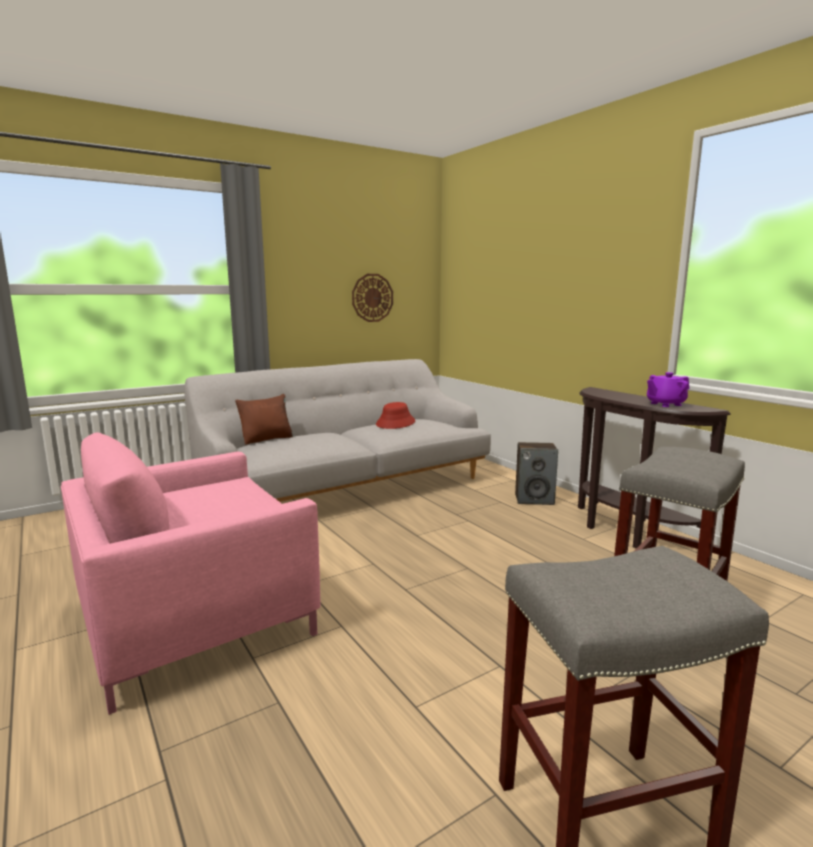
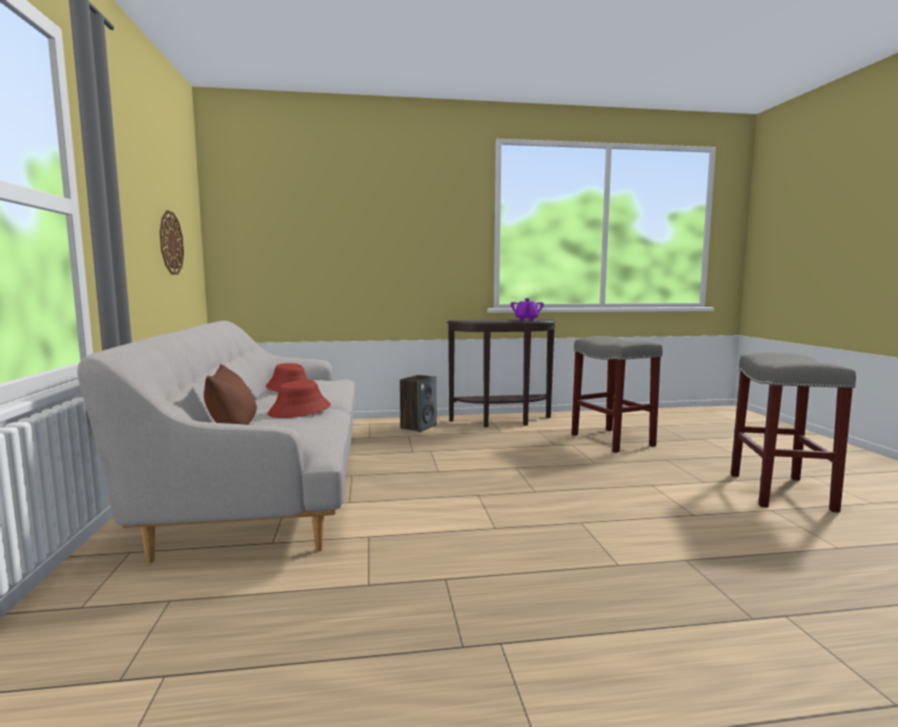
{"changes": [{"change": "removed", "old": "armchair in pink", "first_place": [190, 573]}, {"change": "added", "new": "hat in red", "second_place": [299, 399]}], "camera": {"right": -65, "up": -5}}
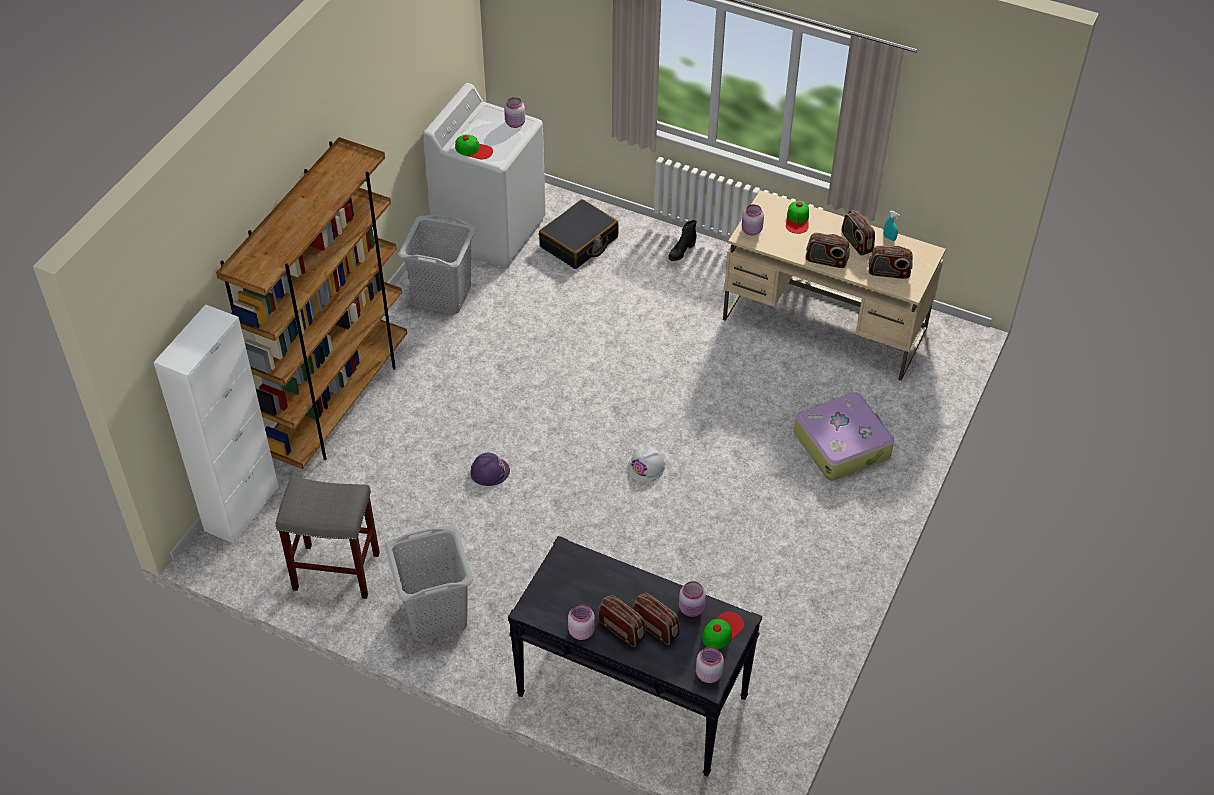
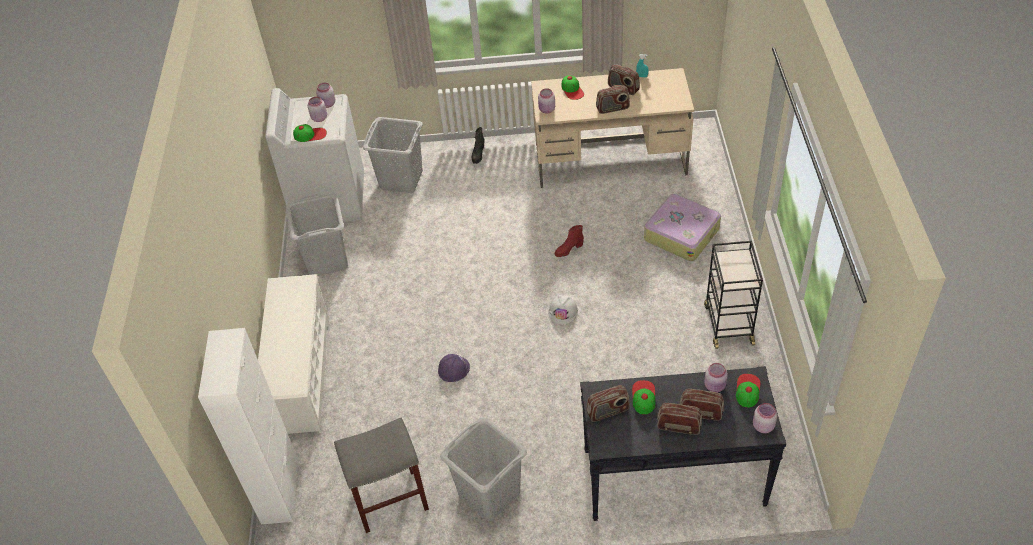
{"changes": [{"change": "replaced", "old": "bookcase in brown", "new": "shoe rack in white", "first_place": [311, 303], "second_place": [293, 354]}, {"change": "replaced", "old": "suitcase in black", "new": "laundry basket in grey", "first_place": [579, 234], "second_place": [393, 155]}, {"change": "moved", "old": "radio", "first_place": [890, 262], "second_place": [608, 403]}, {"change": "moved", "old": "jar in pink", "first_place": [581, 622], "second_place": [317, 109]}, {"change": "added", "new": "boot in red", "second_place": [569, 241]}, {"change": "added", "new": "cart in black", "second_place": [733, 295]}, {"change": "added", "new": "cap", "second_place": [644, 397]}], "camera": {"right": -25, "up": 0}}
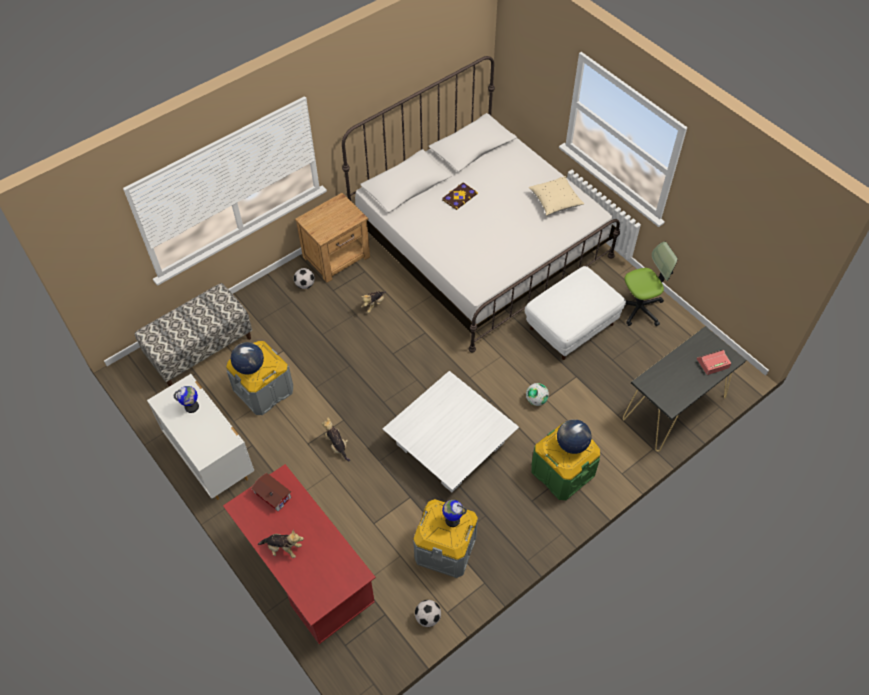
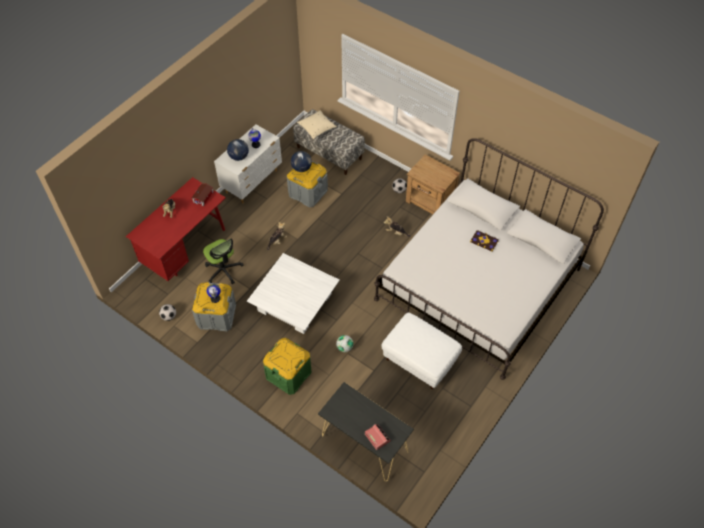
{"changes": [{"change": "moved", "old": "pillow in beige", "first_place": [556, 196], "second_place": [317, 124]}, {"change": "moved", "old": "office chair", "first_place": [651, 284], "second_place": [223, 261]}, {"change": "moved", "old": "globe", "first_place": [574, 436], "second_place": [238, 150]}], "camera": {"right": 75, "up": 0}}
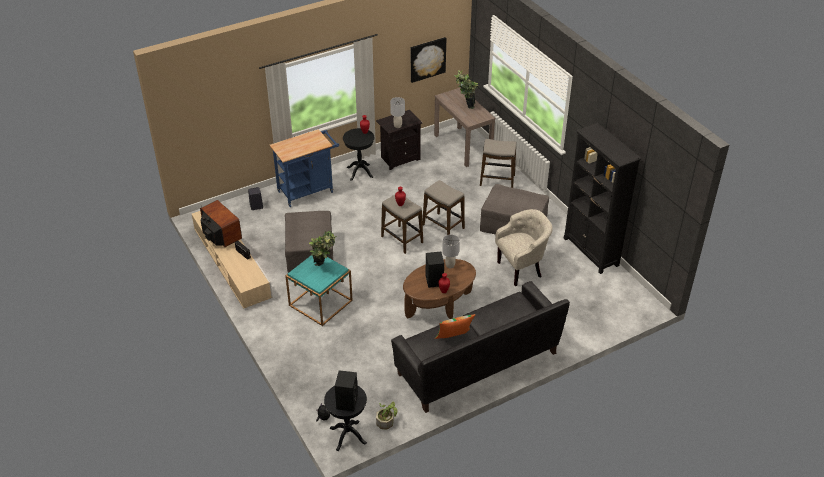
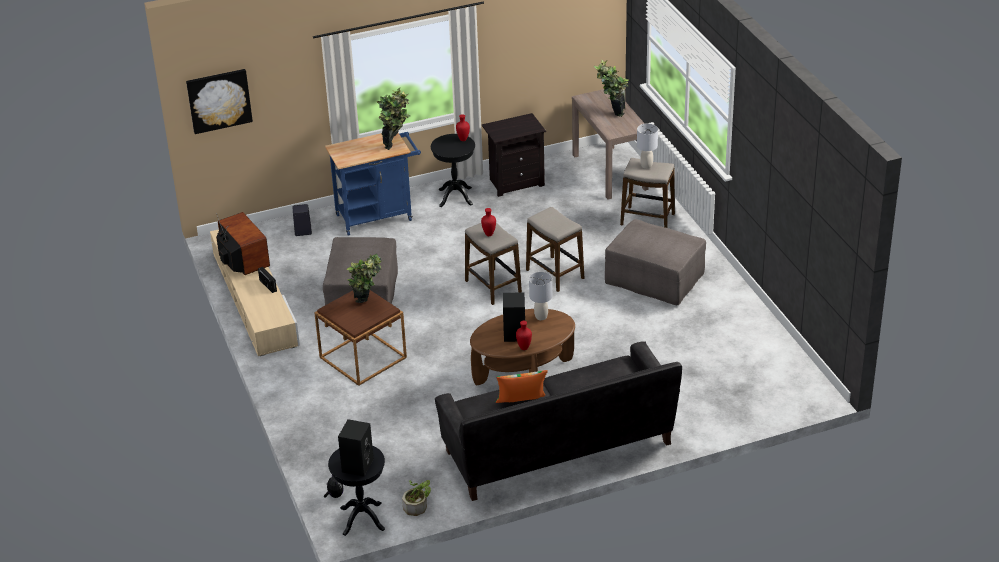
{"changes": [{"change": "moved", "old": "picture", "first_place": [428, 60], "second_place": [219, 101]}, {"change": "moved", "old": "table lamp in grey", "first_place": [397, 112], "second_place": [647, 146]}, {"change": "removed", "old": "bookcase in black", "first_place": [602, 198]}, {"change": "removed", "old": "armchair in beige", "first_place": [524, 247]}, {"change": "recoloured", "old": "side table in turquoise", "new": "side table in brown", "first_place": [319, 290], "second_place": [360, 338]}, {"change": "added", "new": "potted plant", "second_place": [393, 119]}], "camera": {"right": 10, "up": -5}}
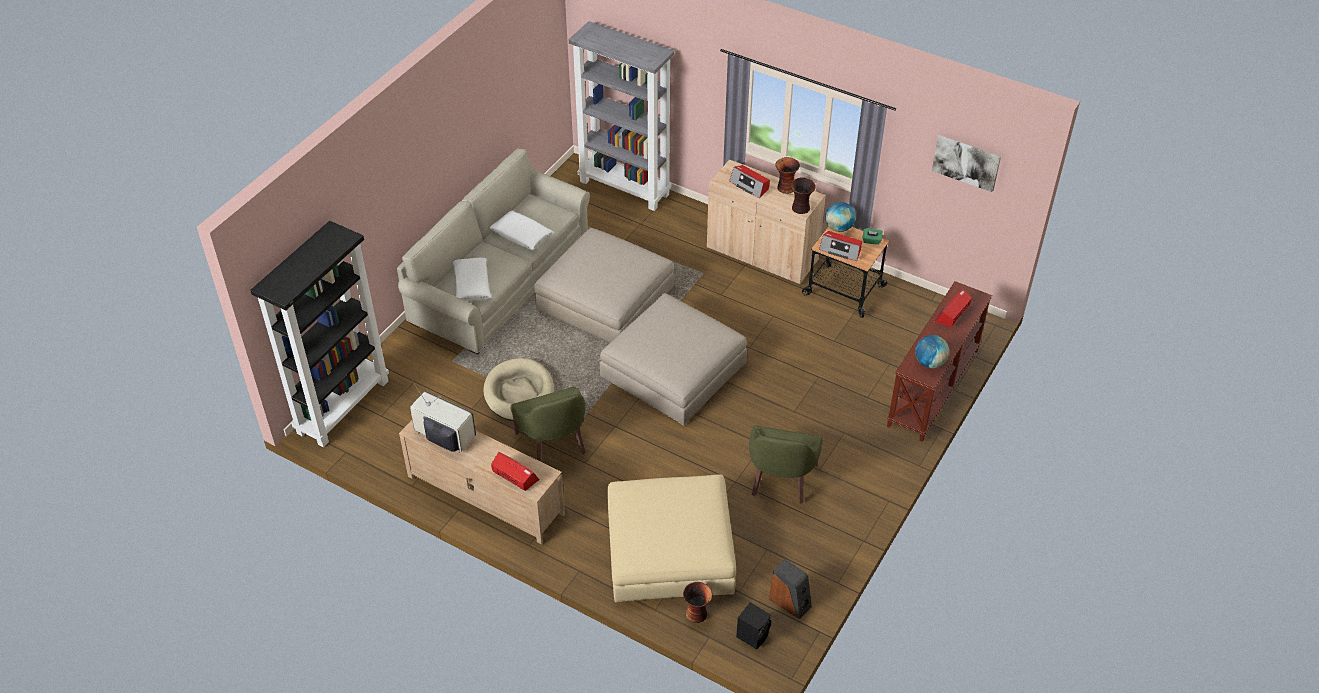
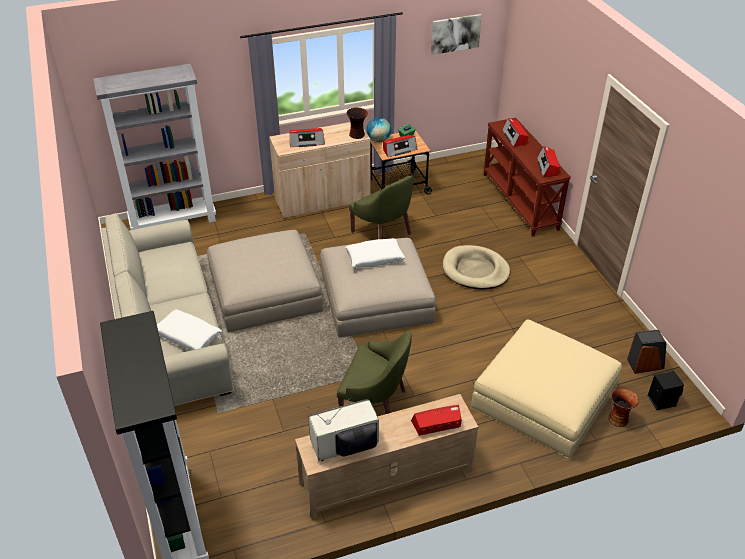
{"changes": [{"change": "removed", "old": "vase", "first_place": [787, 175]}, {"change": "moved", "old": "pillow in white", "first_place": [522, 230], "second_place": [375, 253]}, {"change": "replaced", "old": "globe", "new": "radio", "first_place": [932, 351], "second_place": [548, 161]}, {"change": "moved", "old": "dog bed in beige", "first_place": [518, 389], "second_place": [476, 267]}, {"change": "moved", "old": "armchair in green", "first_place": [785, 464], "second_place": [381, 207]}], "camera": {"right": -50, "up": -5}}
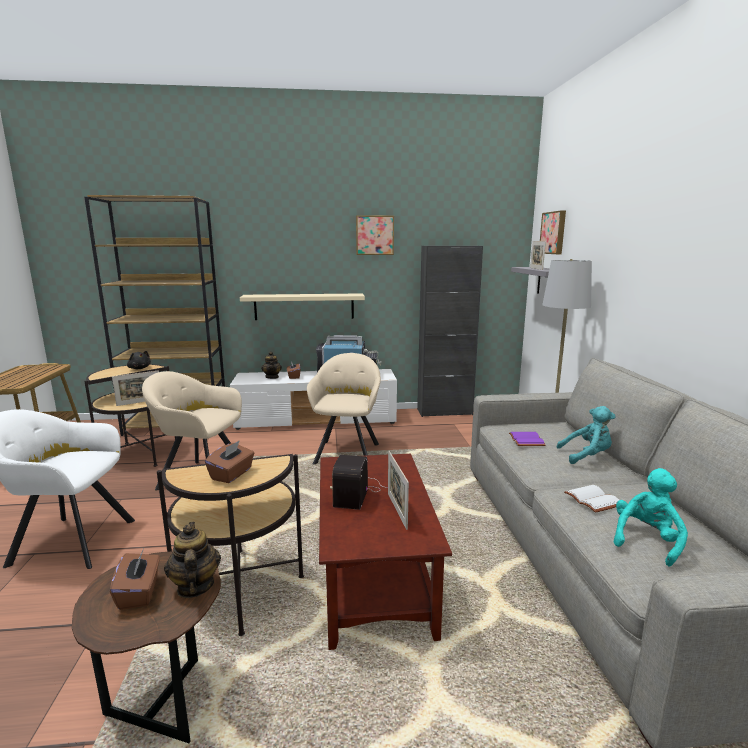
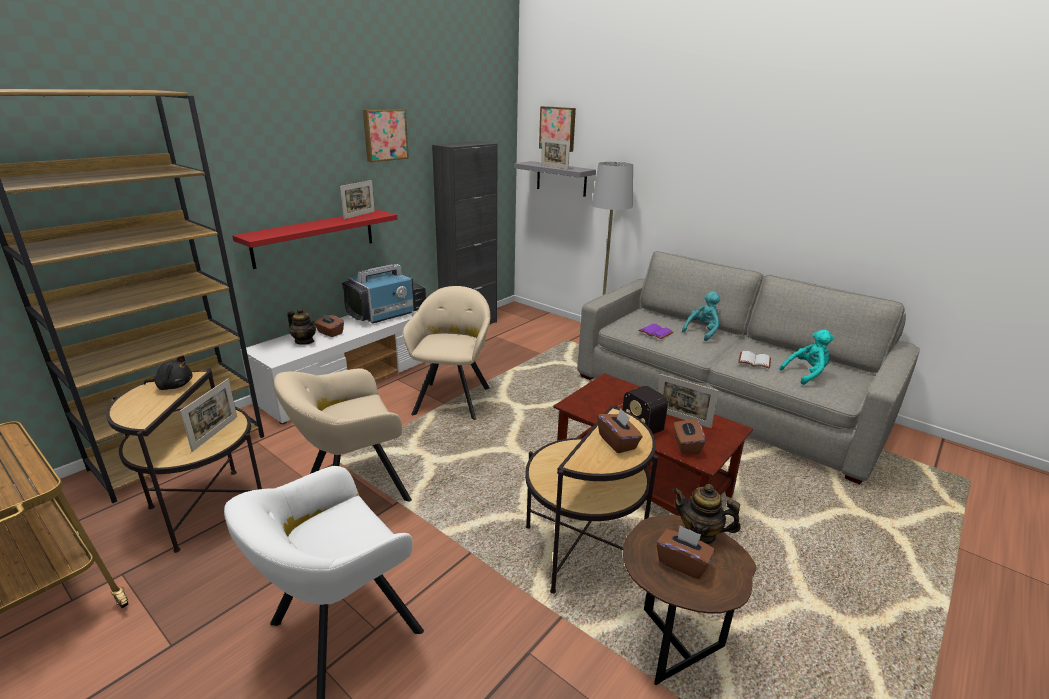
{"changes": [{"change": "recoloured", "old": "shelf in beige", "new": "shelf in red", "first_place": [302, 306], "second_place": [314, 239]}, {"change": "turned", "old": "armchair in beige", "first_place": [344, 409], "second_place": [446, 353], "degrees": 45}, {"change": "turned", "old": "plush toy in turquoise", "first_place": [651, 517], "second_place": [806, 357], "degrees": 75}, {"change": "added", "new": "picture frame", "second_place": [357, 199]}, {"change": "added", "new": "tissue box in brown", "second_place": [689, 436]}], "camera": {"right": -45, "up": 10}}
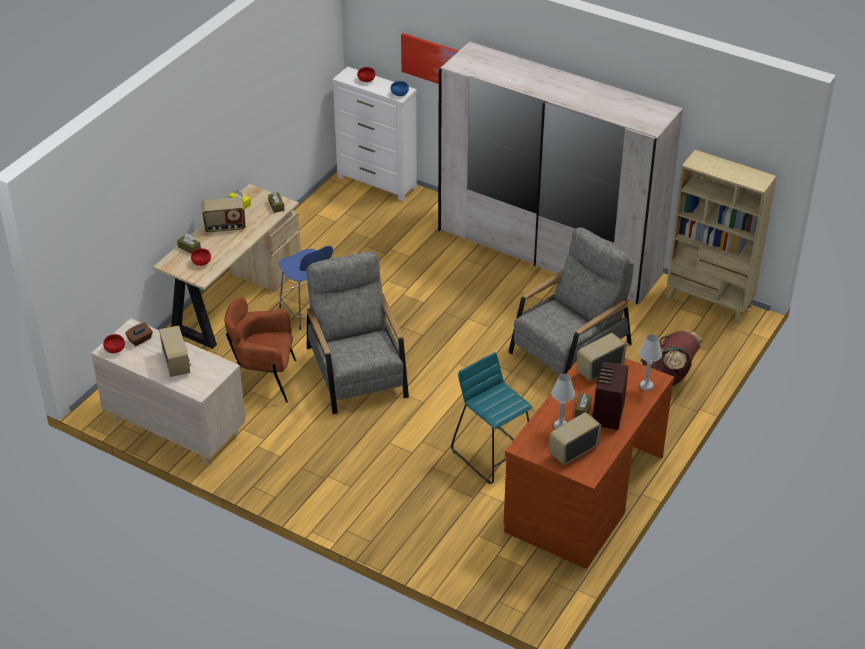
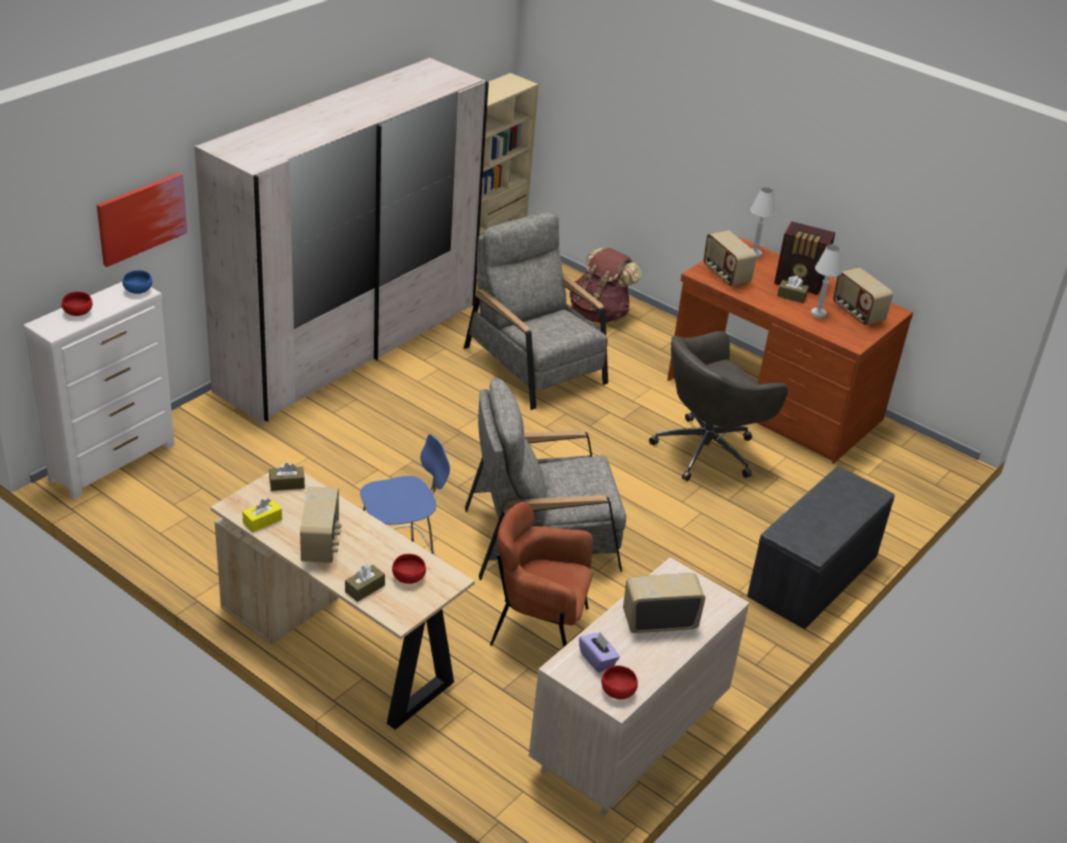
{"changes": [{"change": "turned", "old": "armchair in brown", "first_place": [260, 350], "second_place": [541, 575], "degrees": 90}, {"change": "recoloured", "old": "tissue box in brown", "new": "tissue box in purple", "first_place": [139, 334], "second_place": [599, 652]}, {"change": "replaced", "old": "stool in turquoise", "new": "office chair in grey", "first_place": [492, 418], "second_place": [718, 406]}, {"change": "added", "new": "bench in grey", "second_place": [821, 547]}], "camera": {"right": -85, "up": -5}}
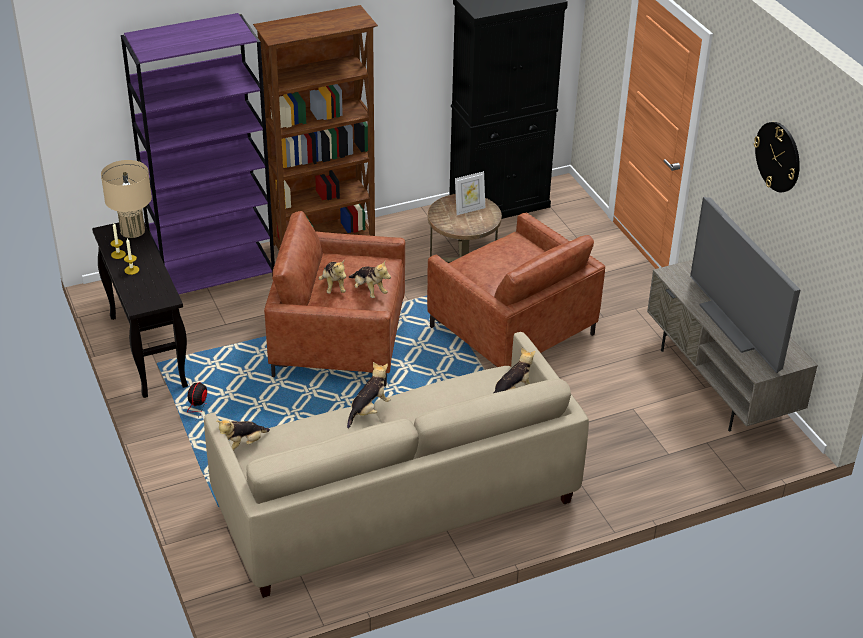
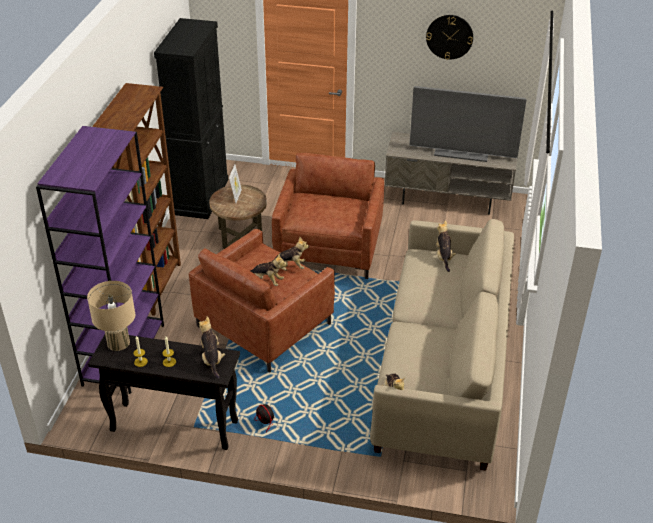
{"changes": [{"change": "turned", "old": "armchair in brown", "first_place": [516, 290], "second_place": [328, 216], "degrees": -75}, {"change": "moved", "old": "plush toy", "first_place": [369, 395], "second_place": [212, 347]}], "camera": {"right": -55, "up": 0}}
